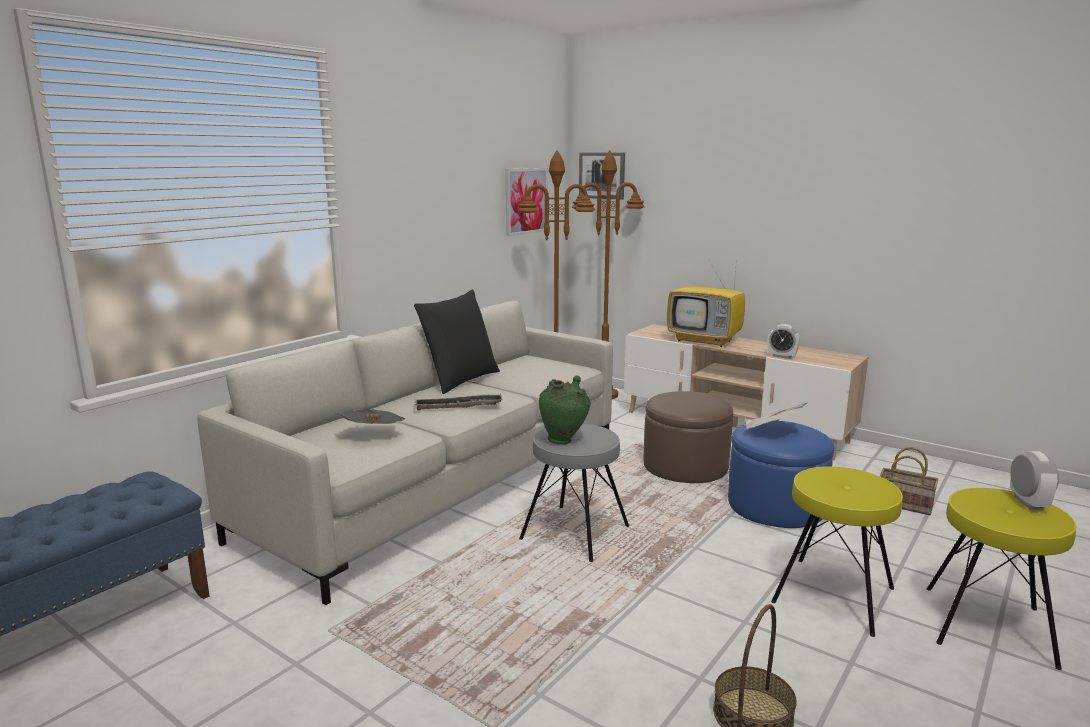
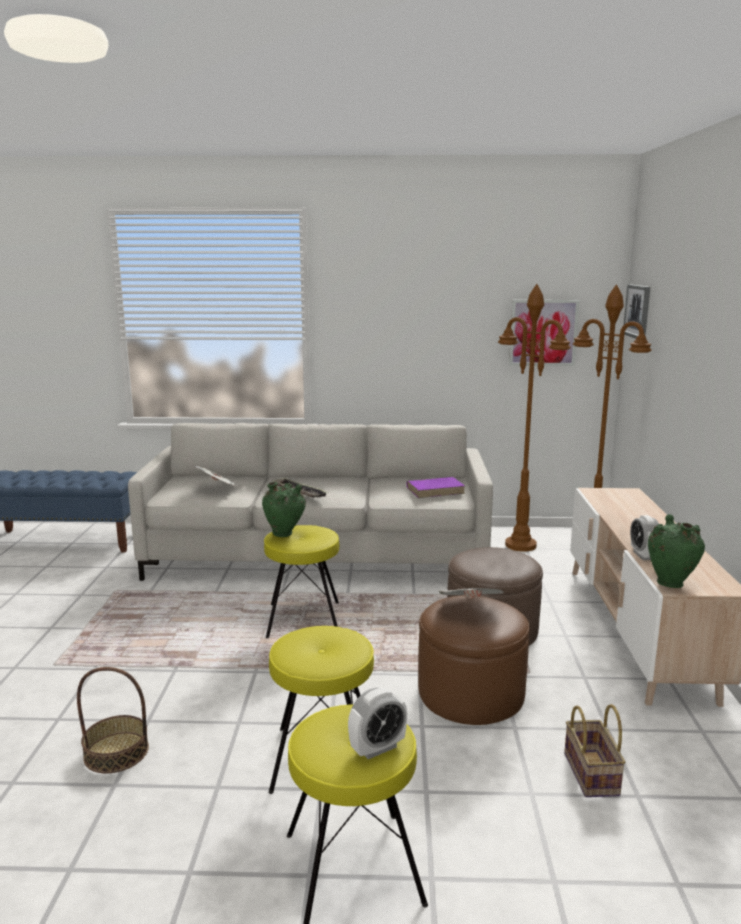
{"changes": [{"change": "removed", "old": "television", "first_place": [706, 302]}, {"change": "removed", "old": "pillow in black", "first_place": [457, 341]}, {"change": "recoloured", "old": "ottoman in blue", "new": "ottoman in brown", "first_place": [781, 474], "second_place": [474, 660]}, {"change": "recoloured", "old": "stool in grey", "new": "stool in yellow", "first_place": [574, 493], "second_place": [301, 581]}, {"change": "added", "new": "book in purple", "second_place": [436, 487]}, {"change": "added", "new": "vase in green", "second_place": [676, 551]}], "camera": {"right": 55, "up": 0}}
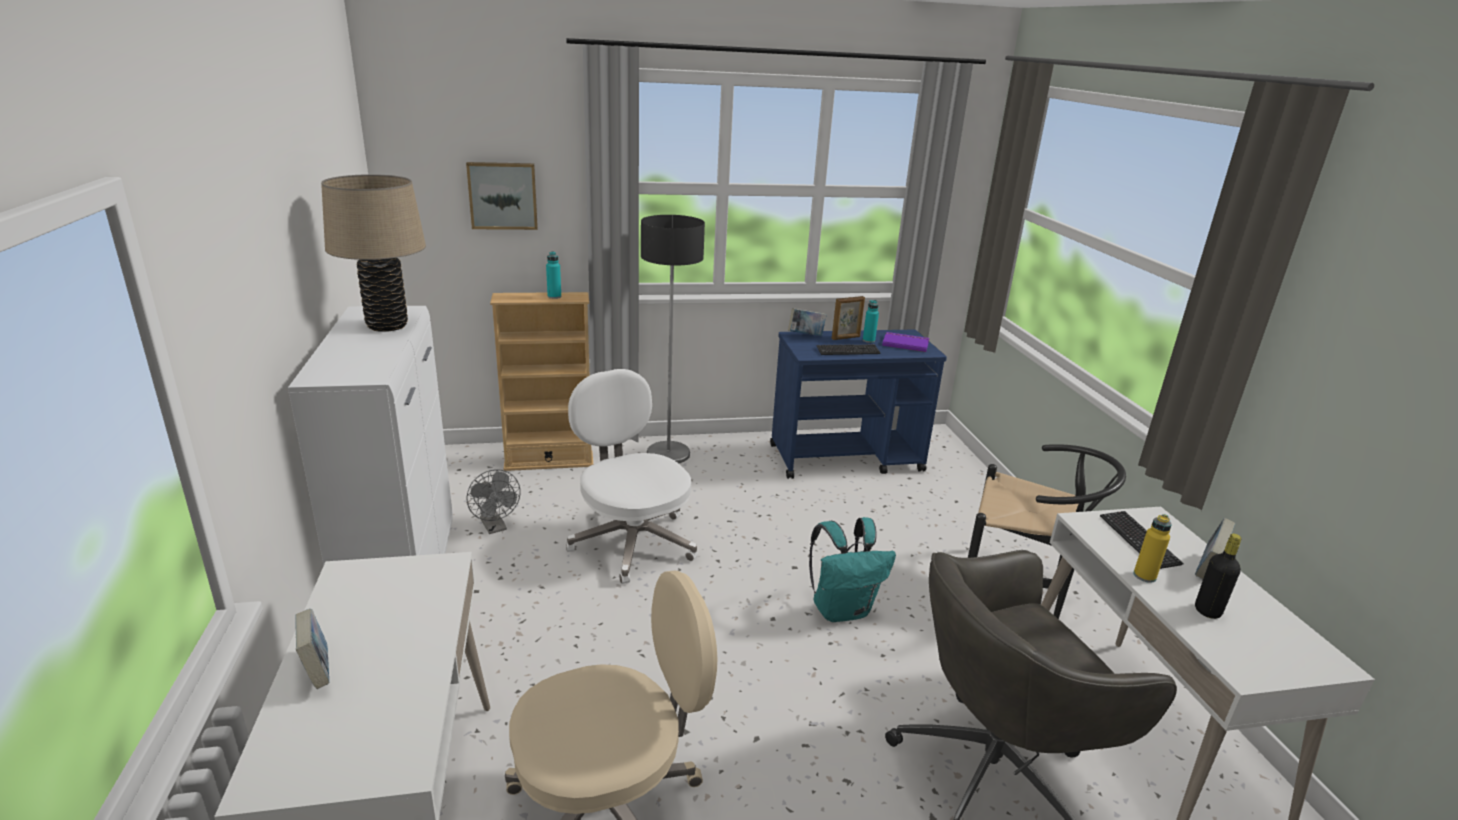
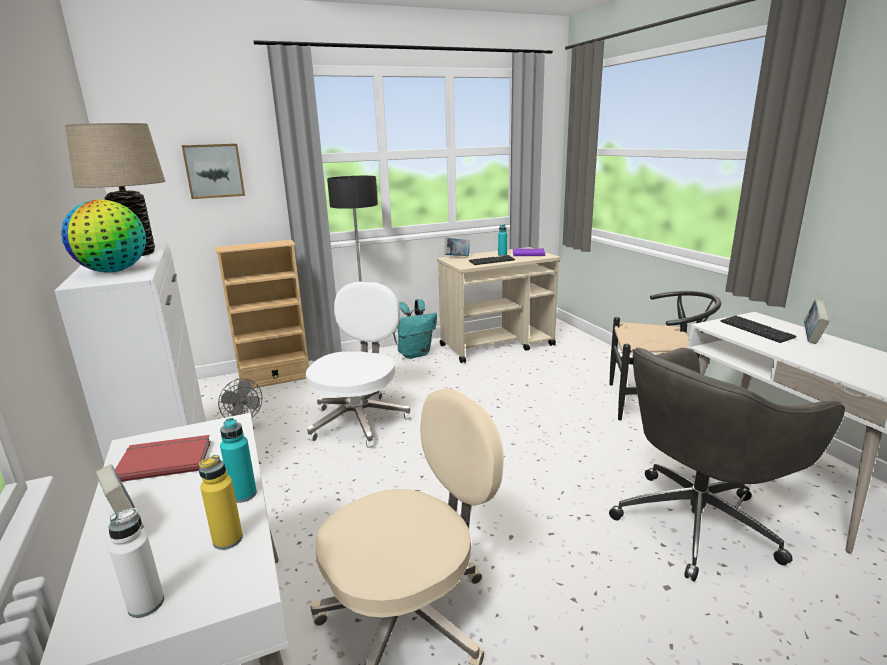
{"changes": [{"change": "moved", "old": "bottle in turquoise", "first_place": [553, 275], "second_place": [238, 460]}, {"change": "removed", "old": "picture frame", "first_place": [848, 318]}, {"change": "recoloured", "old": "cart in blue", "new": "cart in beige", "first_place": [858, 404], "second_place": [498, 305]}, {"change": "turned", "old": "office chair in white", "first_place": [632, 476], "second_place": [358, 365], "degrees": 60}, {"change": "moved", "old": "bottle in yellow", "first_place": [1152, 548], "second_place": [221, 502]}, {"change": "moved", "old": "backpack in turquoise", "first_place": [852, 569], "second_place": [415, 329]}, {"change": "removed", "old": "bottle in black", "first_place": [1218, 576]}, {"change": "added", "new": "globe", "second_place": [103, 236]}, {"change": "added", "new": "book in red", "second_place": [163, 458]}, {"change": "added", "new": "bottle in white", "second_place": [136, 563]}], "camera": {"right": -10, "up": -5}}
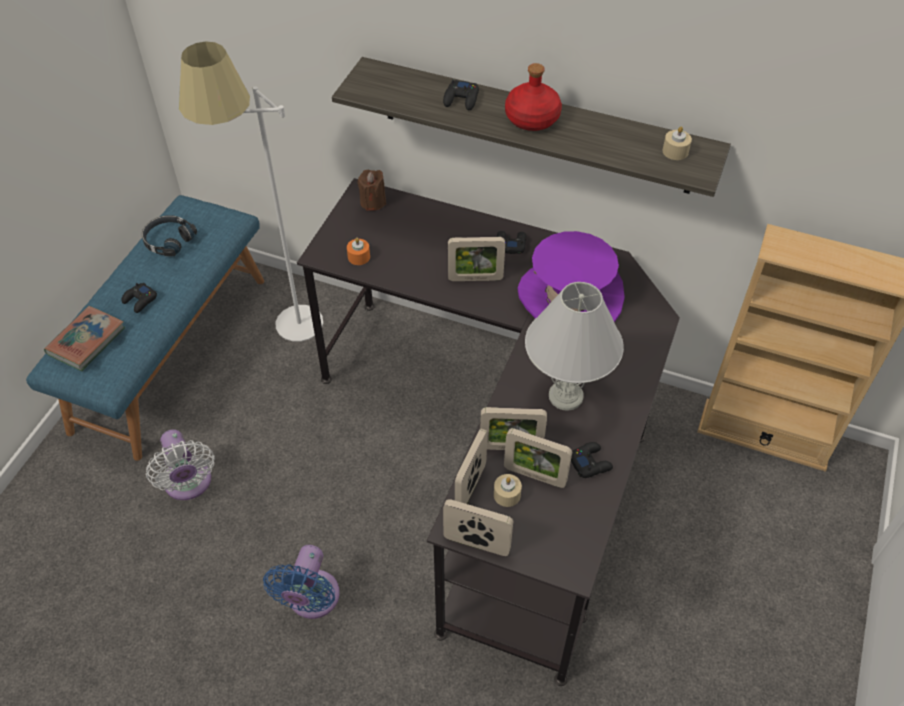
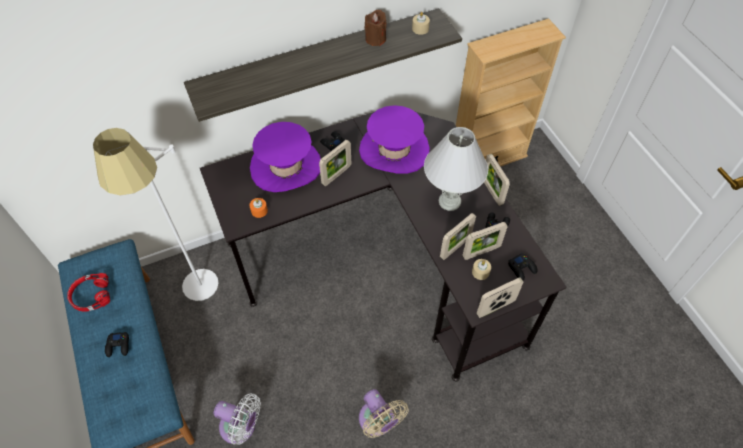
{"changes": [{"change": "removed", "old": "bottle in red", "first_place": [533, 97]}, {"change": "moved", "old": "game controller in black", "first_place": [461, 95], "second_place": [522, 267]}, {"change": "moved", "old": "candle in brown", "first_place": [372, 190], "second_place": [375, 28]}, {"change": "recoloured", "old": "headphones in black", "new": "headphones in red", "first_place": [169, 235], "second_place": [88, 292]}, {"change": "removed", "old": "book", "first_place": [84, 338]}, {"change": "moved", "old": "picture frame", "first_place": [471, 466], "second_place": [497, 180]}, {"change": "recoloured", "old": "fan in blue", "new": "fan in beige", "first_place": [301, 582], "second_place": [383, 413]}, {"change": "added", "new": "hat in purple", "second_place": [285, 157]}], "camera": {"right": -45, "up": 5}}
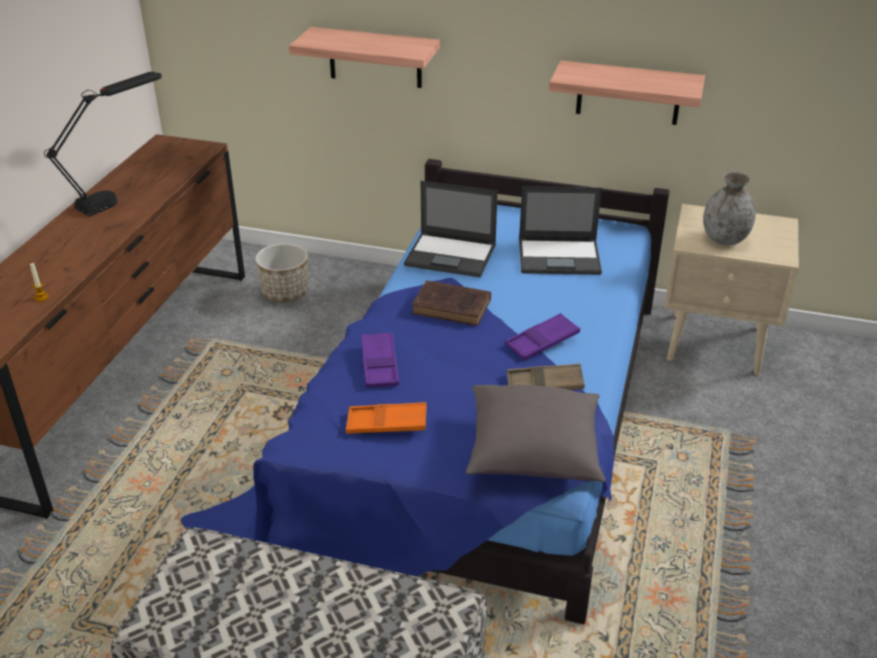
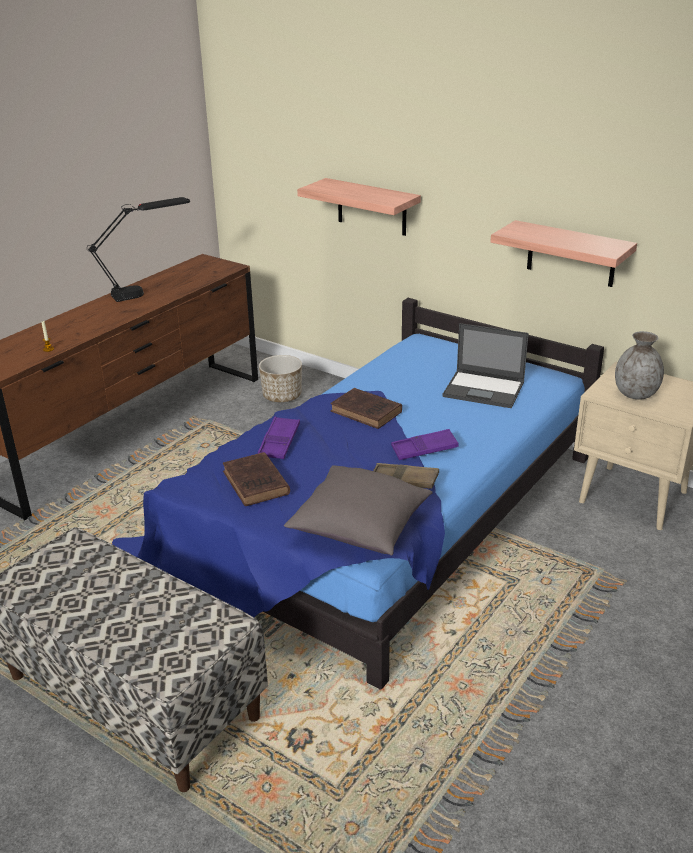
{"changes": [{"change": "removed", "old": "laptop", "first_place": [451, 229]}, {"change": "replaced", "old": "tray in orange", "new": "book in brown", "first_place": [386, 418], "second_place": [256, 479]}], "camera": {"right": 20, "up": -5}}
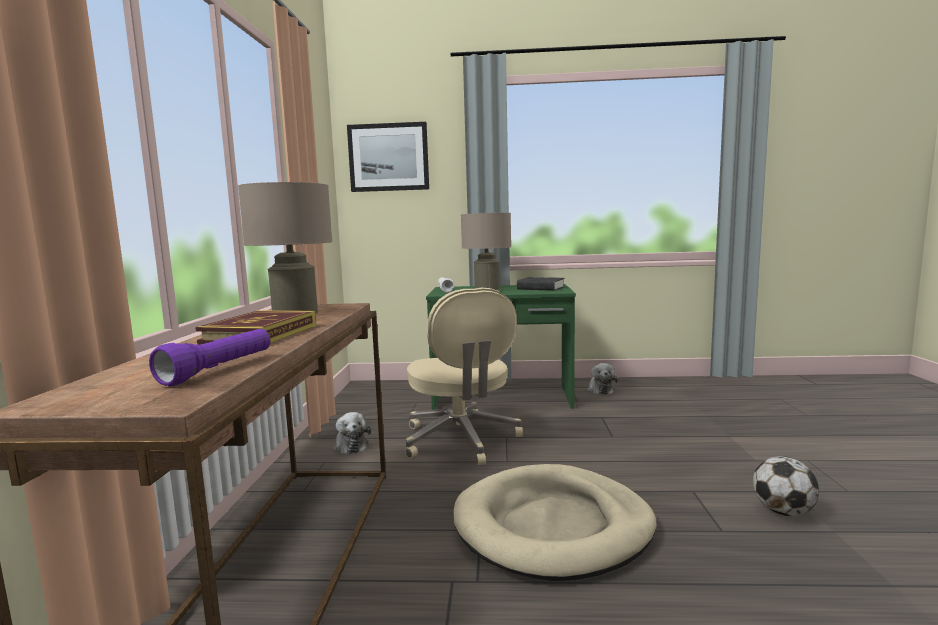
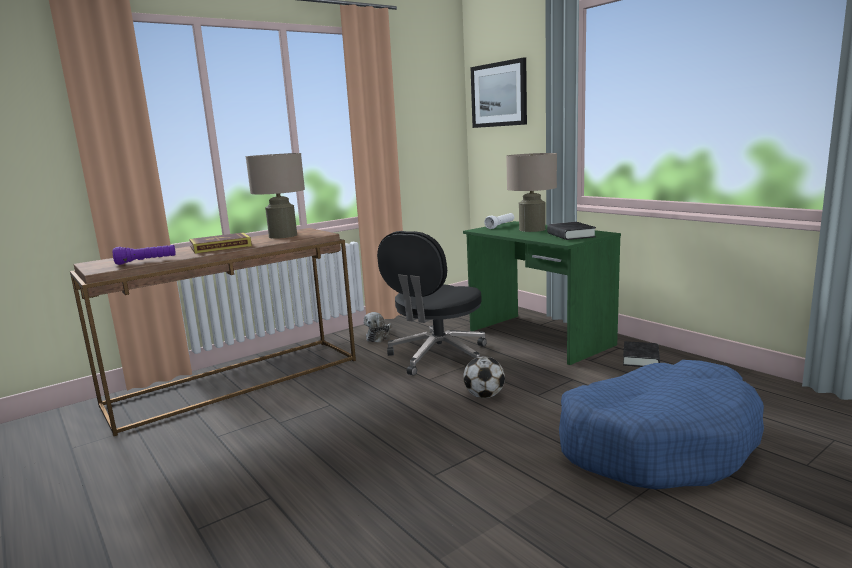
{"changes": [{"change": "recoloured", "old": "office chair in beige", "new": "office chair in black", "first_place": [464, 376], "second_place": [432, 303]}, {"change": "replaced", "old": "plush toy", "new": "book in black", "first_place": [602, 379], "second_place": [641, 354]}, {"change": "moved", "old": "football", "first_place": [786, 486], "second_place": [484, 377]}, {"change": "removed", "old": "dog bed in beige", "first_place": [555, 522]}, {"change": "added", "new": "dog bed in blue", "second_place": [661, 424]}], "camera": {"right": 50, "up": 5}}
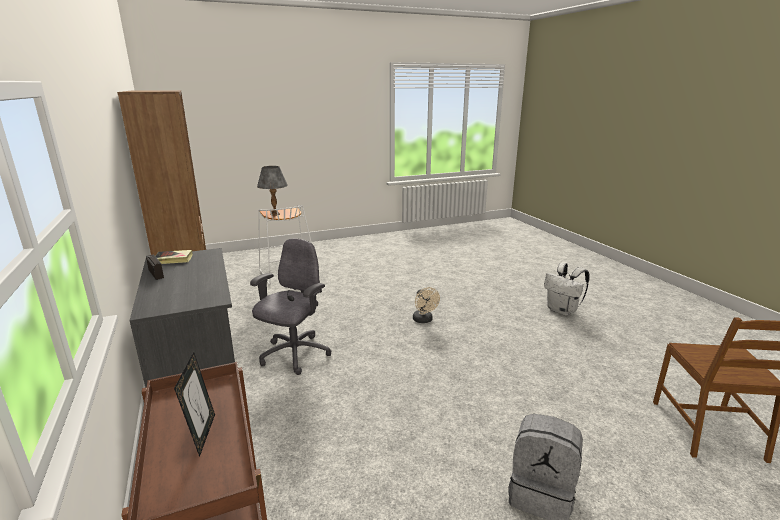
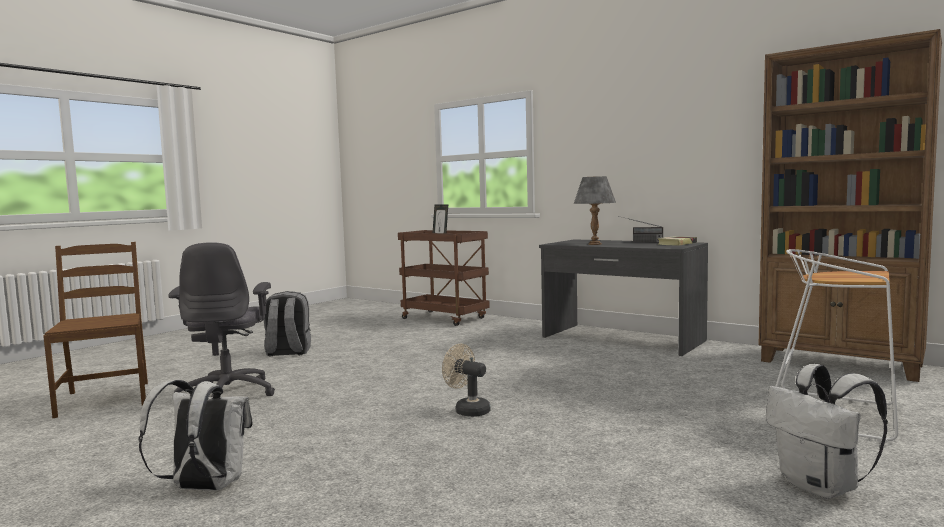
{"changes": [{"change": "moved", "old": "table lamp in grey", "first_place": [272, 191], "second_place": [595, 210]}, {"change": "moved", "old": "office chair in grey", "first_place": [291, 307], "second_place": [221, 319]}, {"change": "added", "new": "backpack in white", "second_place": [827, 431]}], "camera": {"right": 150, "up": -15}}
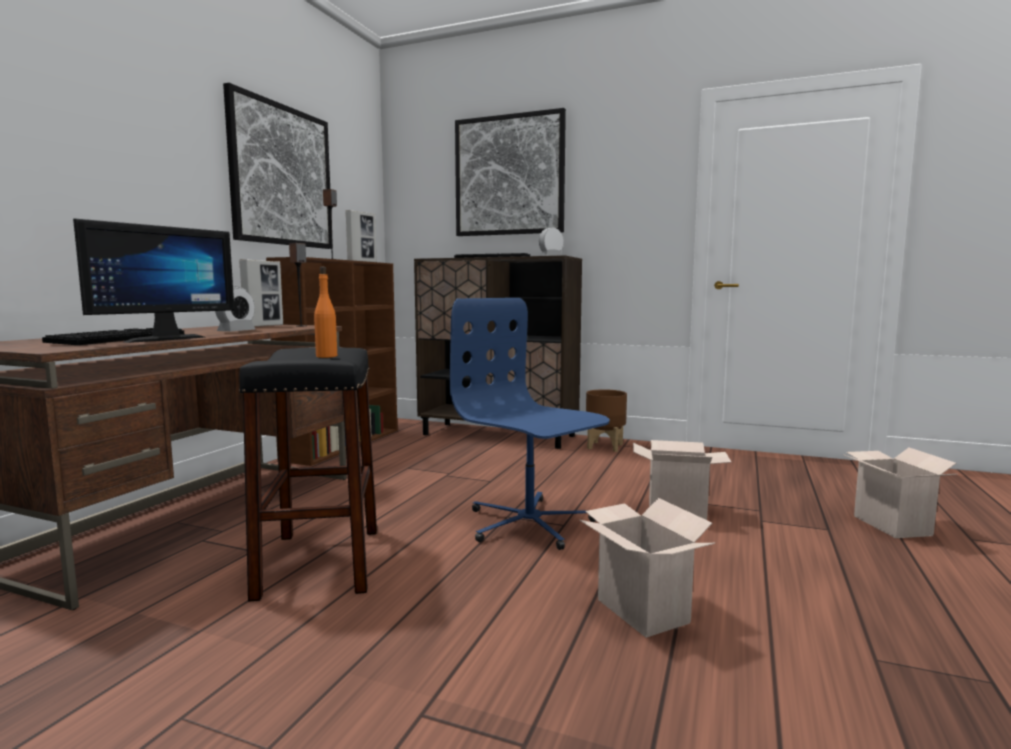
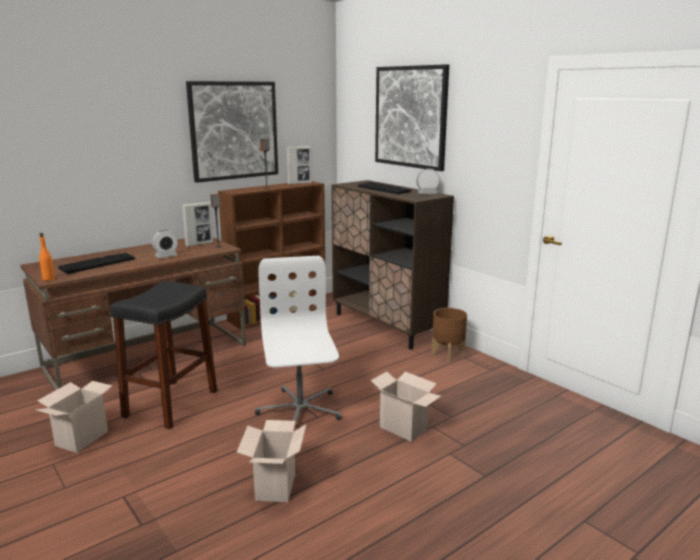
{"changes": [{"change": "removed", "old": "monitor", "first_place": [153, 280]}, {"change": "moved", "old": "bottle in orange", "first_place": [325, 312], "second_place": [47, 257]}, {"change": "recoloured", "old": "office chair in blue", "new": "office chair in white", "first_place": [530, 424], "second_place": [298, 344]}, {"change": "moved", "old": "cardboard box", "first_place": [899, 493], "second_place": [74, 417]}], "camera": {"right": 30, "up": 10}}
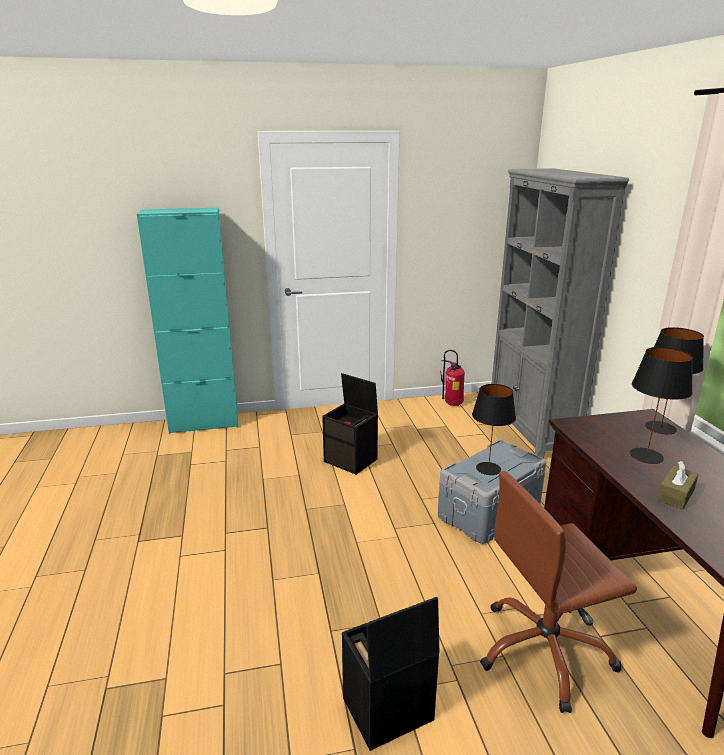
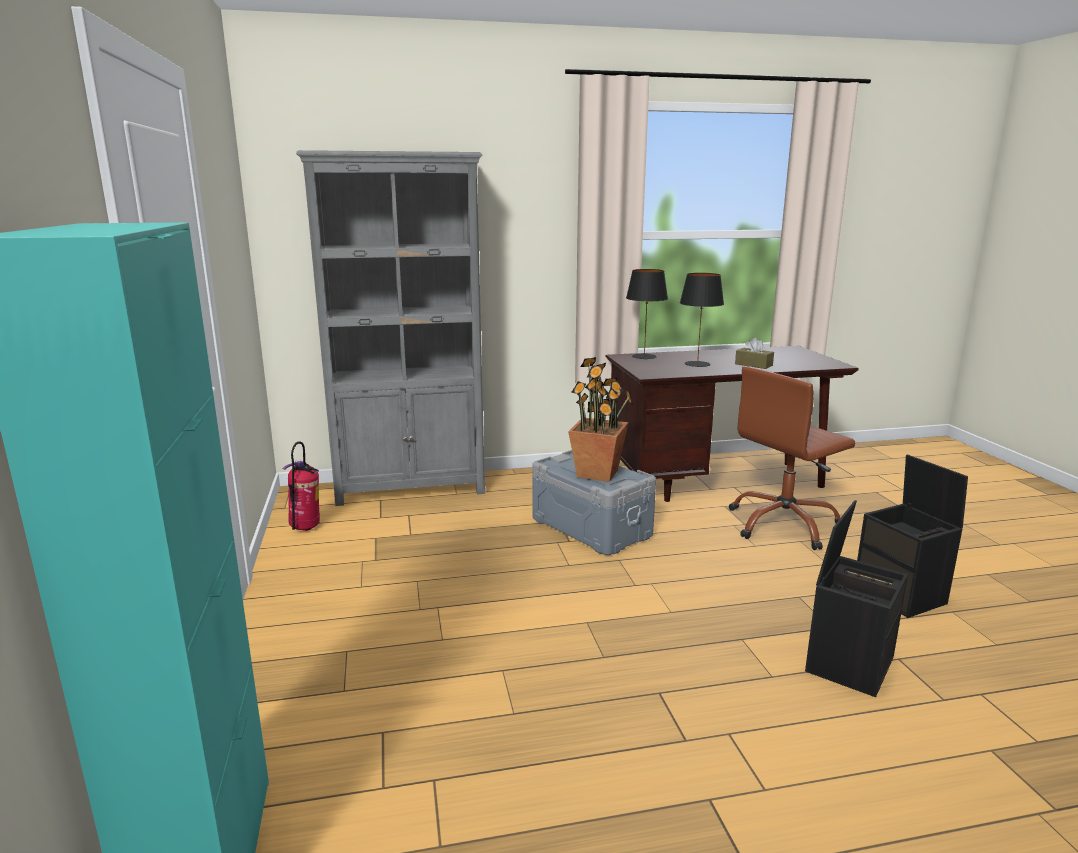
{"changes": [{"change": "moved", "old": "storage box in black", "first_place": [350, 424], "second_place": [856, 598]}, {"change": "replaced", "old": "table lamp in black", "new": "potted plant", "first_place": [494, 429], "second_place": [600, 419]}, {"change": "turned", "old": "office chair in brown", "first_place": [558, 592], "second_place": [792, 458], "degrees": 75}], "camera": {"right": -90, "up": -5}}
